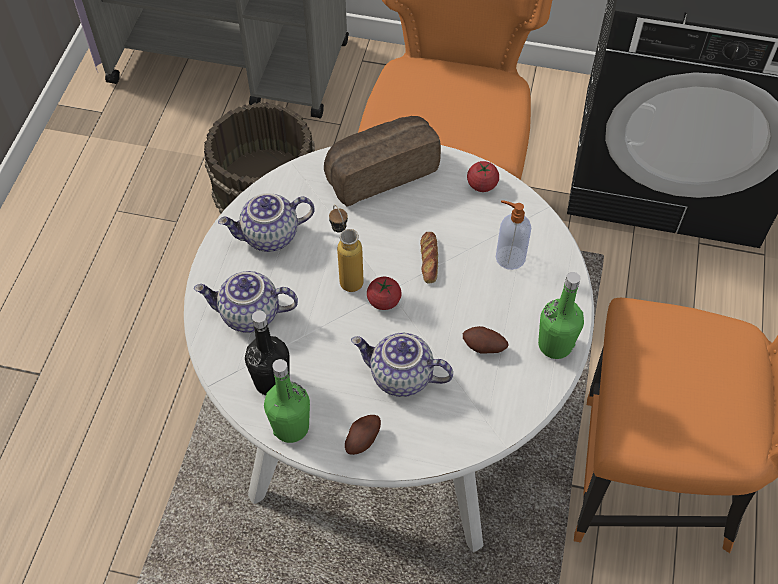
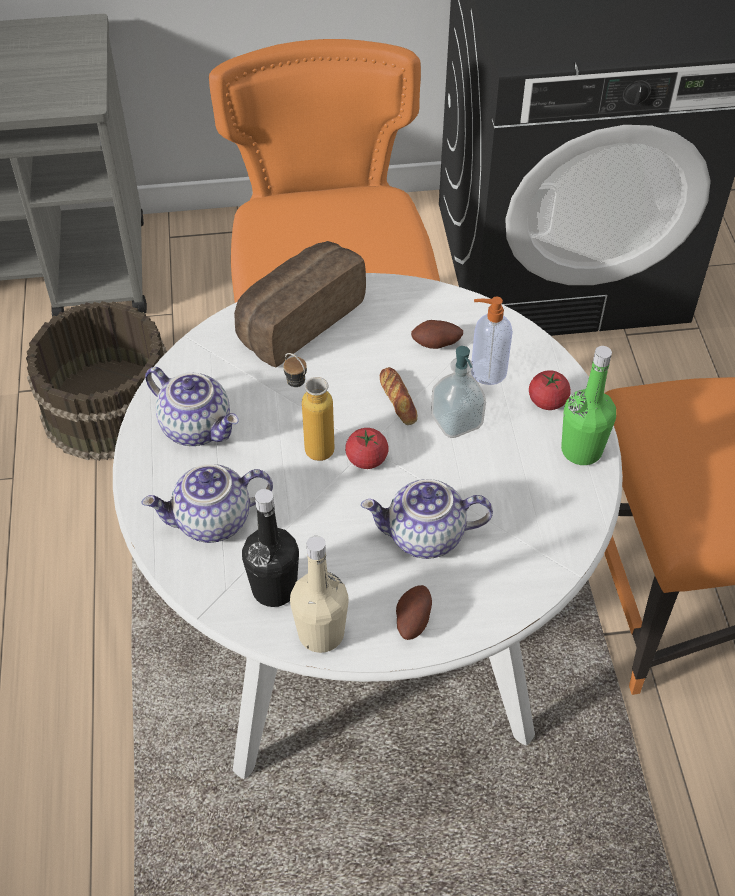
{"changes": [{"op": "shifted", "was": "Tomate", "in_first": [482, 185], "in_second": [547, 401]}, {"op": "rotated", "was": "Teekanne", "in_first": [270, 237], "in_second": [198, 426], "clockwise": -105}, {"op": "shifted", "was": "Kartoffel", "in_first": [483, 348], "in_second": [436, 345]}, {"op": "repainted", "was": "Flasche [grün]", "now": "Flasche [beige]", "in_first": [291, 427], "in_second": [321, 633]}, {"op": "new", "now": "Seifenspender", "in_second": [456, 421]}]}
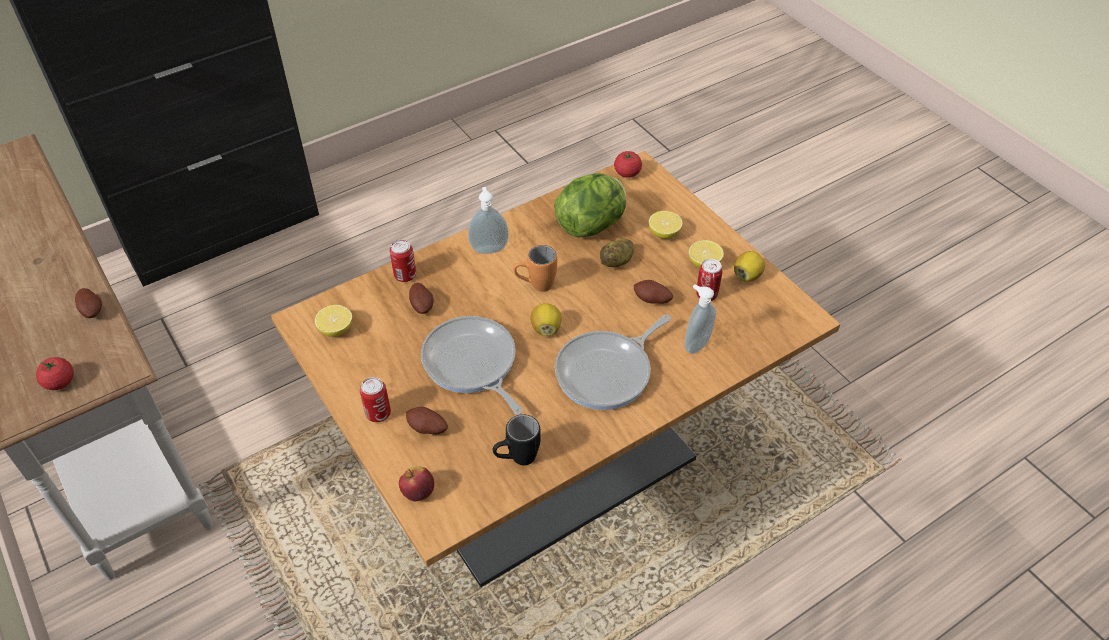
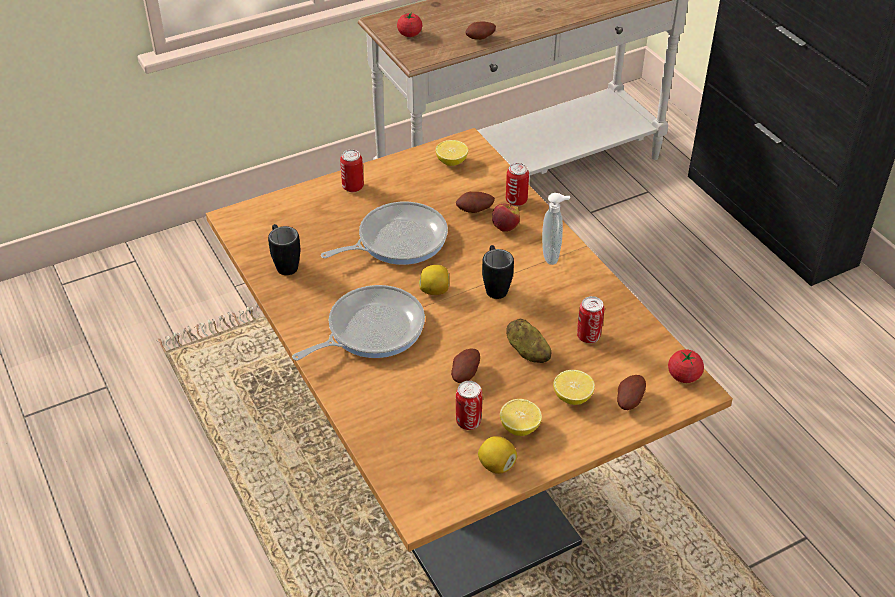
{"changes": [{"op": "swapped", "was": "Salatkopf", "now": "Dose", "in_first": [592, 225], "in_second": [588, 336]}, {"op": "repainted", "was": "Henkelbecher [orange]", "now": "Henkelbecher [schwarz]", "in_first": [535, 286], "in_second": [495, 286]}, {"op": "gone", "was": "Seifenspender", "in_first": [695, 344]}, {"op": "rotated", "was": "Pfanne", "in_first": [607, 372], "in_second": [371, 330], "clockwise": 90}, {"op": "shifted", "was": "Kartoffel", "in_first": [427, 429], "in_second": [628, 400]}, {"op": "shifted", "was": "Apfel", "in_first": [418, 492], "in_second": [505, 227]}]}
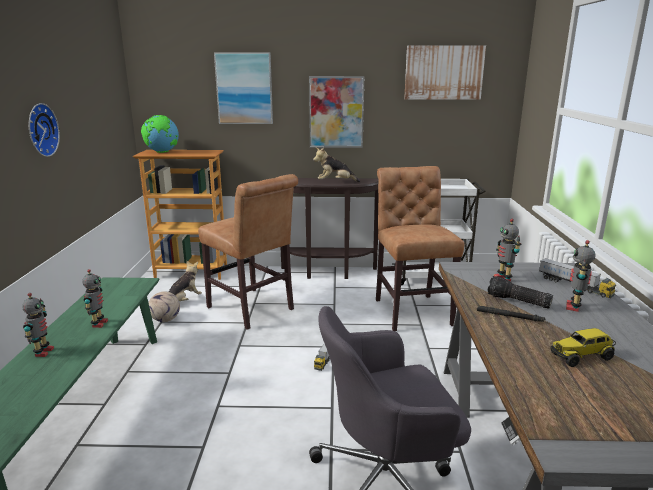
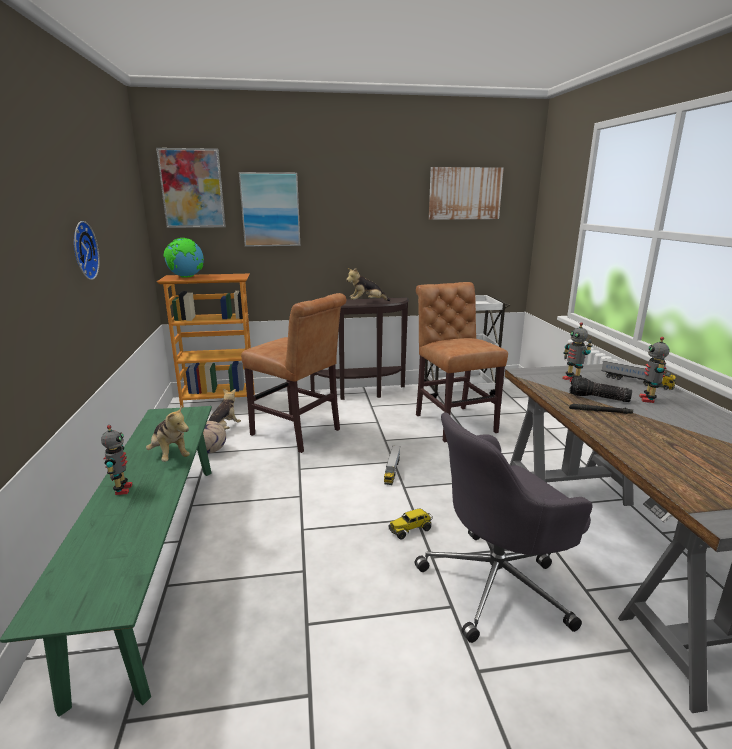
{"changes": [{"op": "shifted", "was": "Bild", "in_first": [336, 112], "in_second": [192, 188]}, {"op": "swapped", "was": "Spielzeugroboter", "now": "Plüschtier", "in_first": [98, 324], "in_second": [170, 455]}, {"op": "shifted", "was": "Spielzeuglaster", "in_first": [581, 356], "in_second": [410, 529]}]}
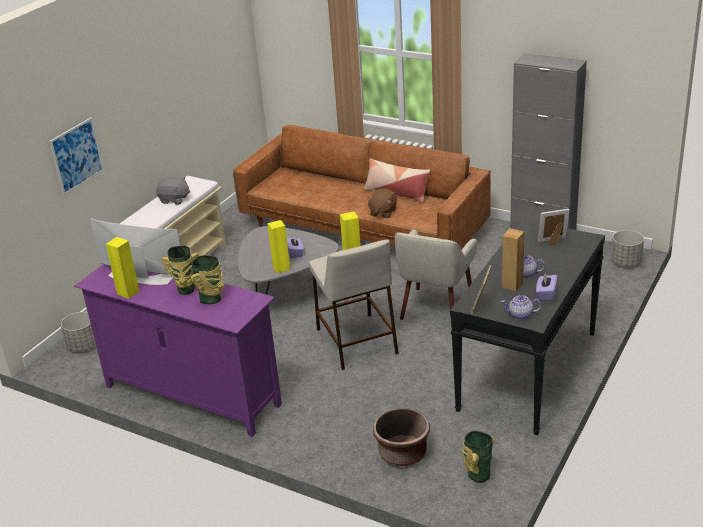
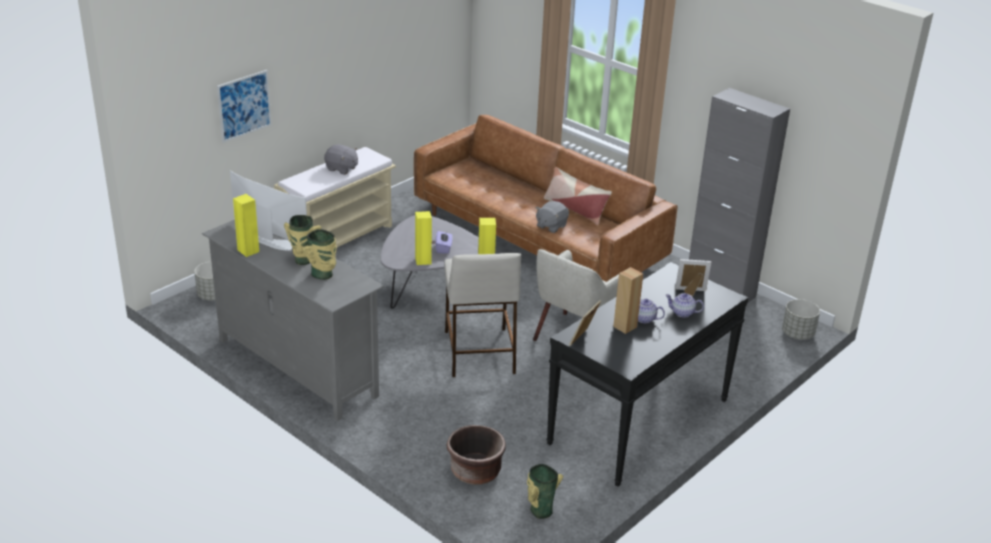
{"changes": [{"op": "repainted", "was": "Plüschtier [braun]", "now": "Plüschtier [grau]", "in_first": [382, 212], "in_second": [551, 226]}, {"op": "repainted", "was": "Fernsehschrank [lila]", "now": "Fernsehschrank [grau]", "in_first": [191, 396], "in_second": [296, 368]}, {"op": "gone", "was": "Taschentuchbox [lila]", "in_first": [546, 294]}, {"op": "shifted", "was": "Teekanne", "in_first": [520, 315], "in_second": [682, 313]}]}
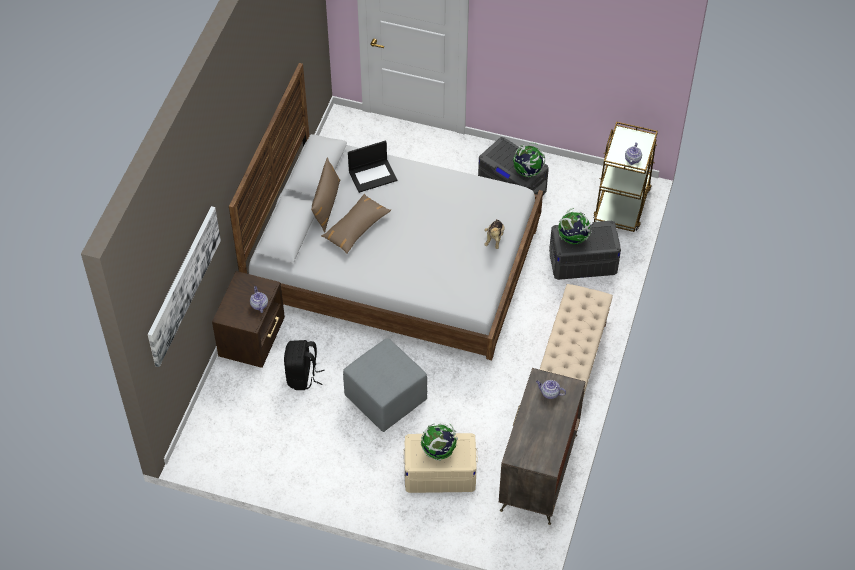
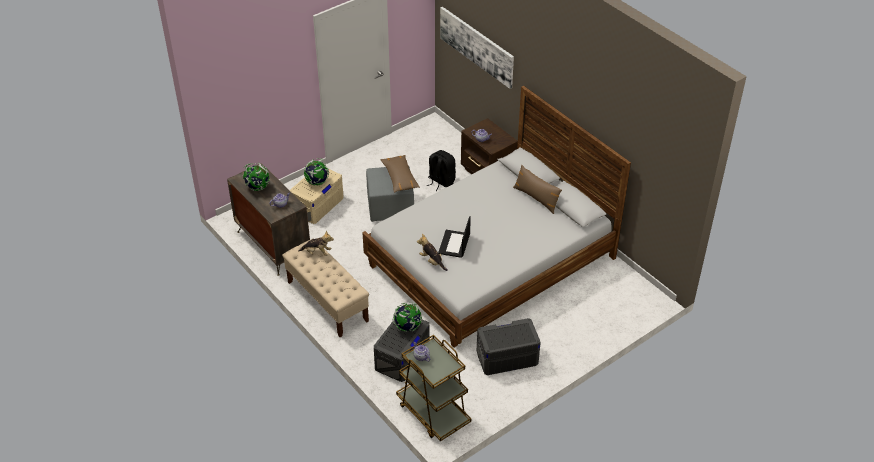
{"changes": [{"op": "shifted", "was": "Laptop", "in_first": [373, 175], "in_second": [454, 244]}, {"op": "shifted", "was": "Globus", "in_first": [527, 171], "in_second": [257, 187]}, {"op": "shifted", "was": "Kissen [braun]", "in_first": [356, 228], "in_second": [400, 178]}, {"op": "new", "now": "Plüschtier", "in_second": [317, 252]}]}
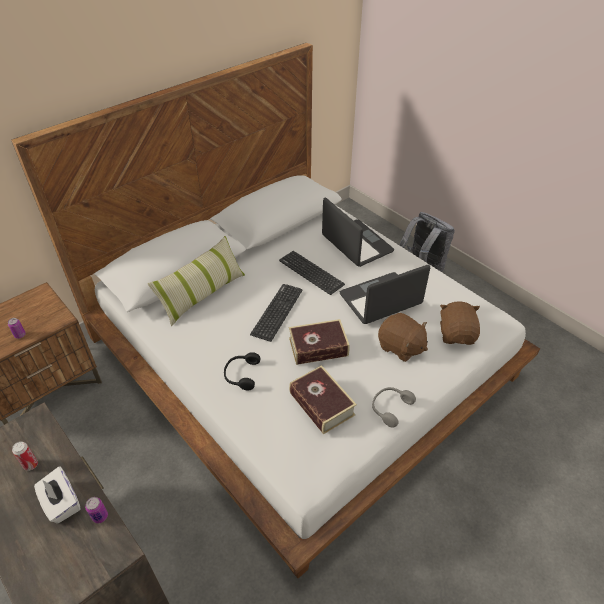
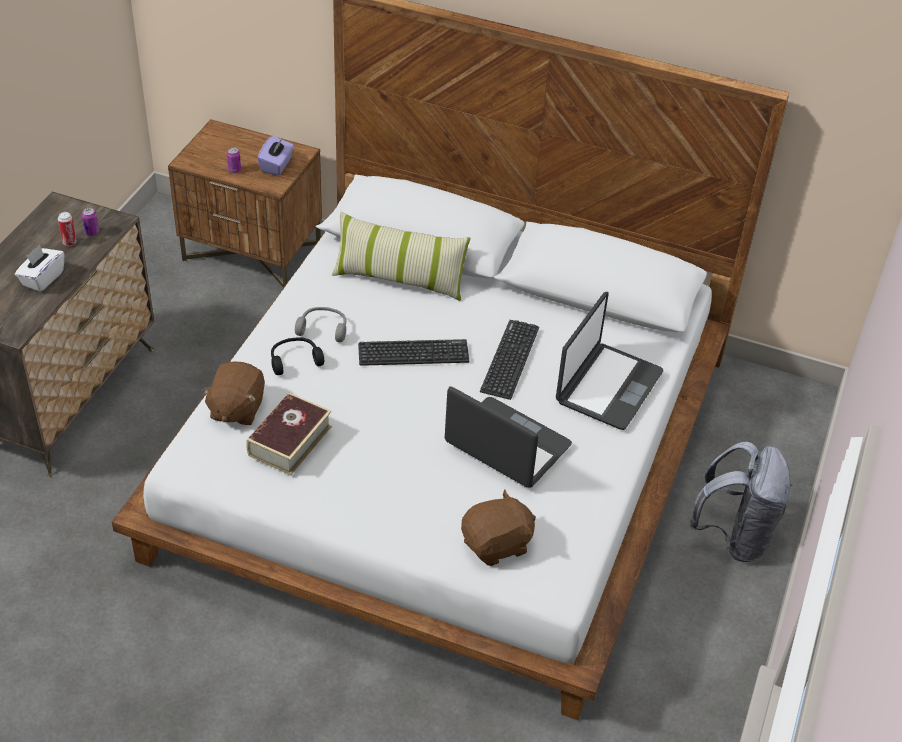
{"changes": [{"op": "shifted", "was": "Plüschtier [braun]", "in_first": [400, 347], "in_second": [236, 409]}, {"op": "gone", "was": "Buch", "in_first": [318, 347]}, {"op": "shifted", "was": "Kopfhörer [grau]", "in_first": [390, 408], "in_second": [323, 328]}, {"op": "shifted", "was": "Dose", "in_first": [100, 516], "in_second": [92, 232]}, {"op": "new", "now": "Taschentuchbox [lila]", "in_second": [276, 165]}]}
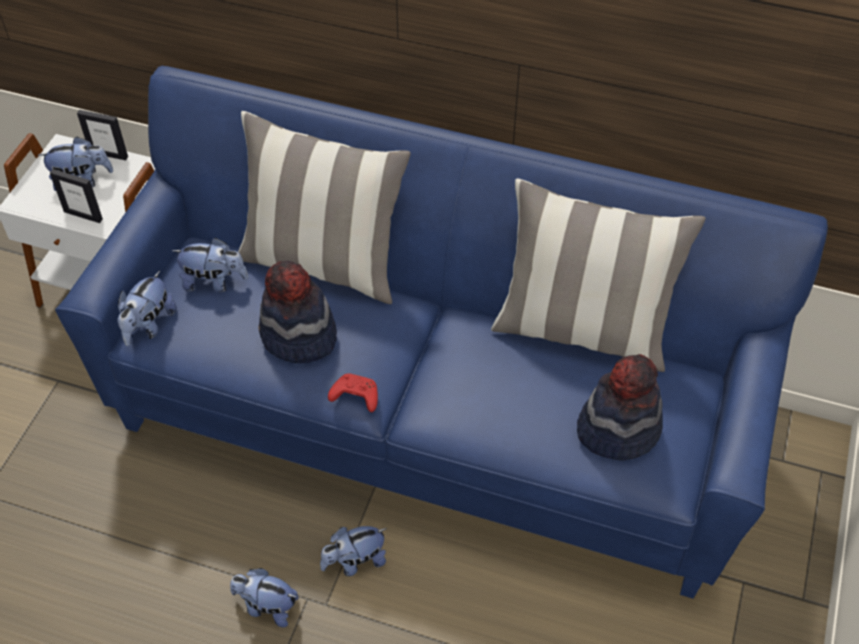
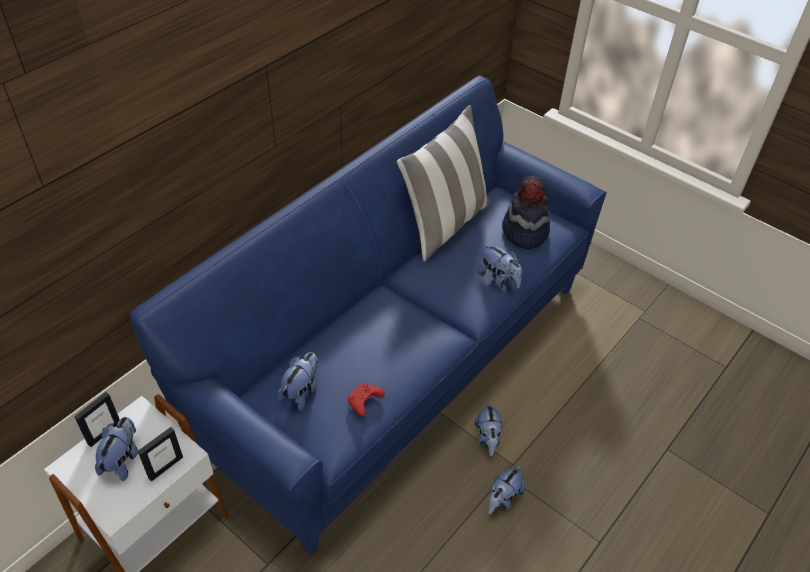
{"changes": [{"op": "gone", "was": "Kissen", "in_first": [324, 263]}, {"op": "gone", "was": "Hut", "in_first": [298, 336]}, {"op": "shifted", "was": "Plüschtier", "in_first": [149, 325], "in_second": [498, 279]}, {"op": "shifted", "was": "Gamepad [rot]", "in_first": [354, 397], "in_second": [364, 402]}]}
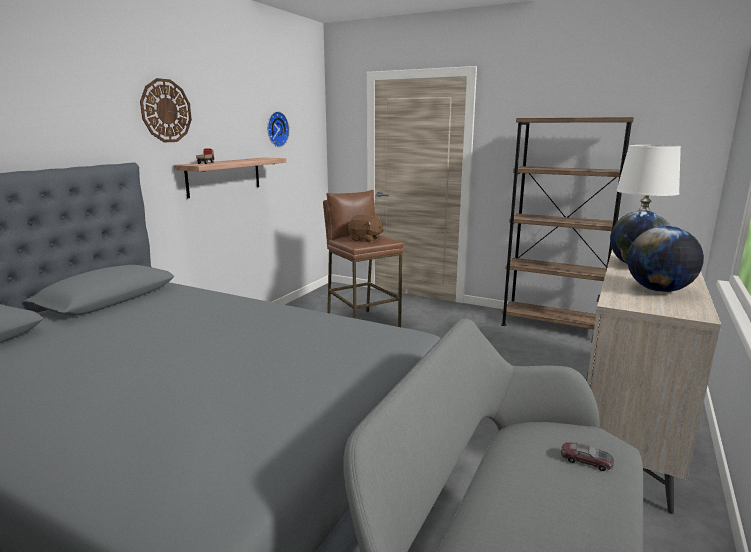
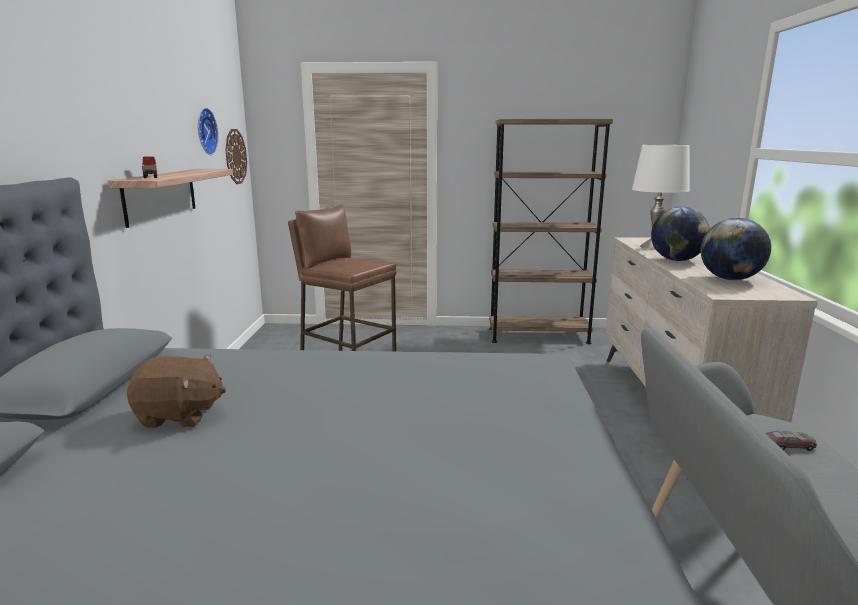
{"changes": [{"op": "shifted", "was": "Wanduhr", "in_first": [166, 111], "in_second": [235, 156]}, {"op": "shifted", "was": "Plüschtier [braun]", "in_first": [365, 239], "in_second": [180, 415]}]}
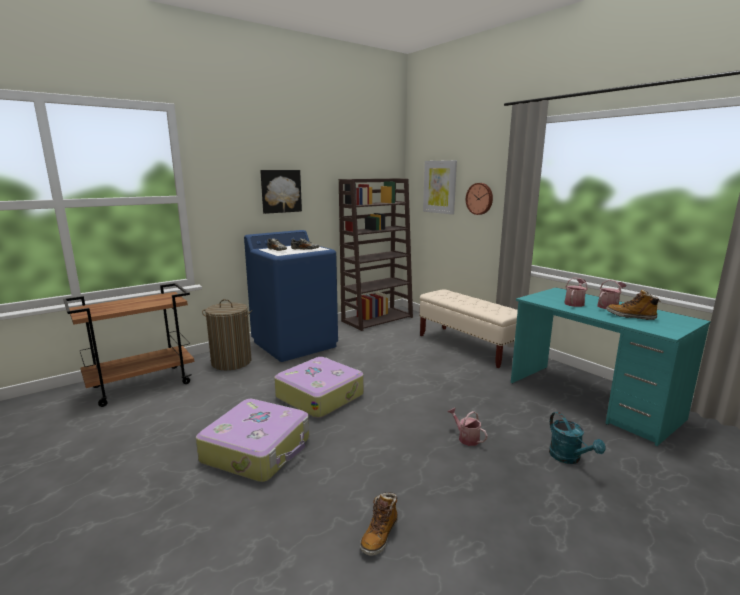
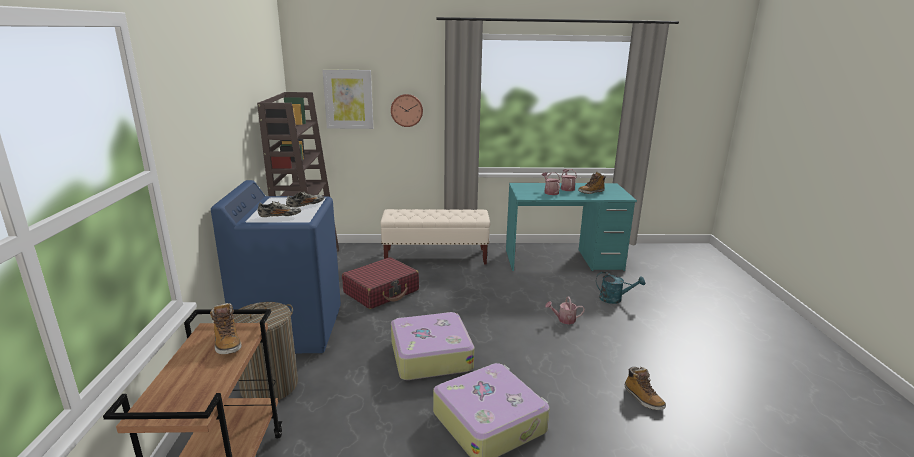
{"changes": [{"op": "gone", "was": "Bild", "in_first": [280, 191]}, {"op": "new", "now": "Koffer [rot]", "in_second": [381, 291]}, {"op": "new", "now": "Stiefel", "in_second": [227, 343]}]}
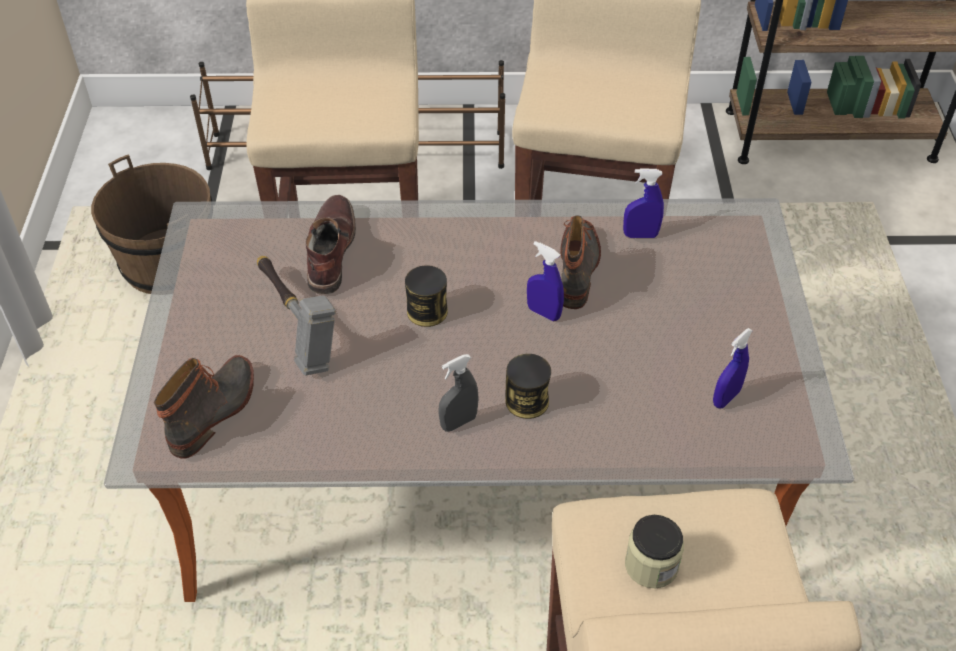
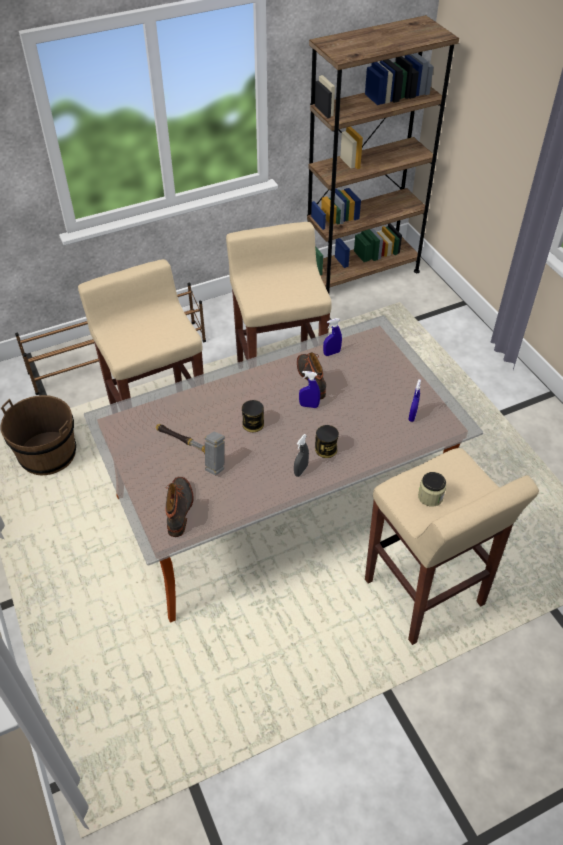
{"changes": [{"op": "gone", "was": "Stiefel [braun]", "in_first": [329, 251]}]}
